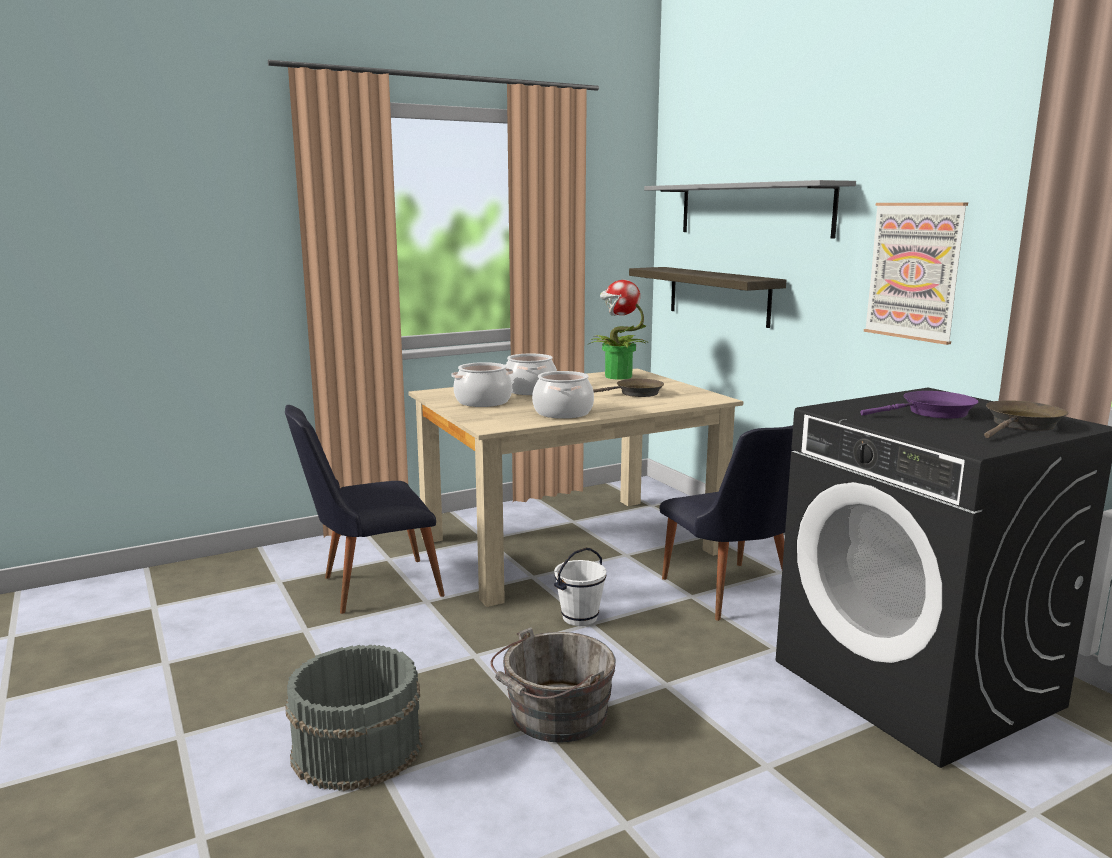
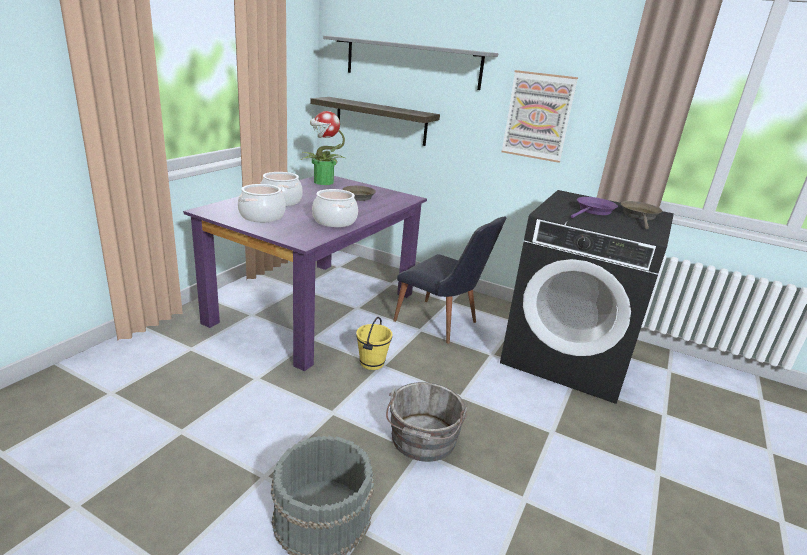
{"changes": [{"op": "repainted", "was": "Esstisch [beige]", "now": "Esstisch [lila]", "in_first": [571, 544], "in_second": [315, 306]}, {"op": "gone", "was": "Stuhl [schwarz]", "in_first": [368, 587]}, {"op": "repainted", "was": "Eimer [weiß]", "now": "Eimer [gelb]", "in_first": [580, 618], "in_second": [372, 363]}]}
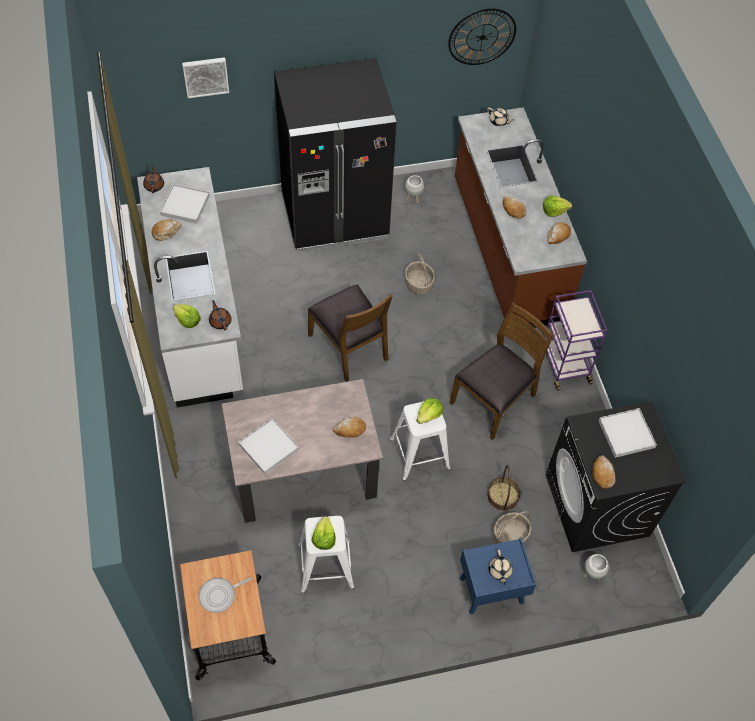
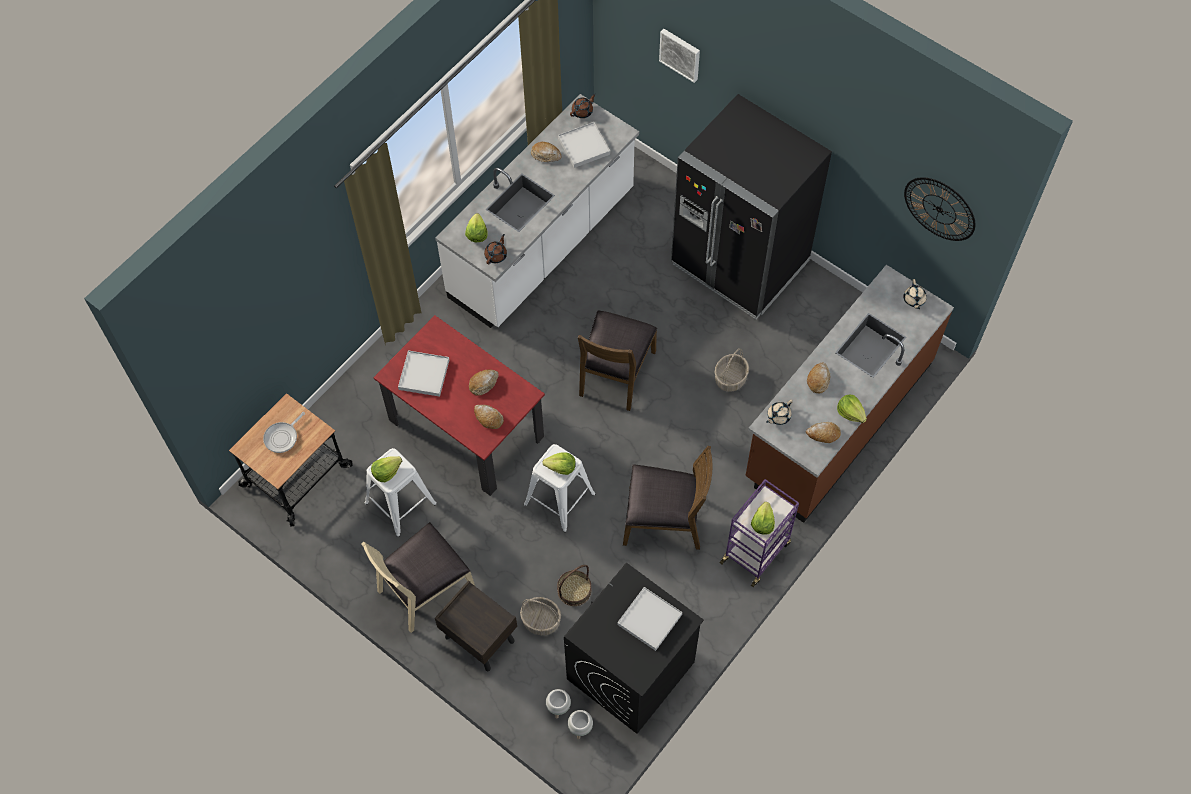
{"changes": [{"op": "shifted", "was": "Pflanzkübel [weiß]", "in_first": [413, 198], "in_second": [580, 730]}, {"op": "repainted", "was": "Esstisch [beige]", "now": "Esstisch [rot]", "in_first": [303, 474], "in_second": [466, 429]}, {"op": "shifted", "was": "Brot", "in_first": [602, 474], "in_second": [483, 383]}, {"op": "repainted", "was": "Nachttisch [blau]", "now": "Nachttisch [braun]", "in_first": [490, 590], "in_second": [479, 639]}, {"op": "shifted", "was": "Teekanne [beige]", "in_first": [499, 571], "in_second": [778, 416]}, {"op": "rotated", "was": "Pfanne", "in_first": [220, 595], "in_second": [282, 437], "clockwise": -75}, {"op": "new", "now": "Salatkopf", "in_second": [762, 523]}, {"op": "new", "now": "Stuhl [beige]", "in_second": [425, 589]}]}
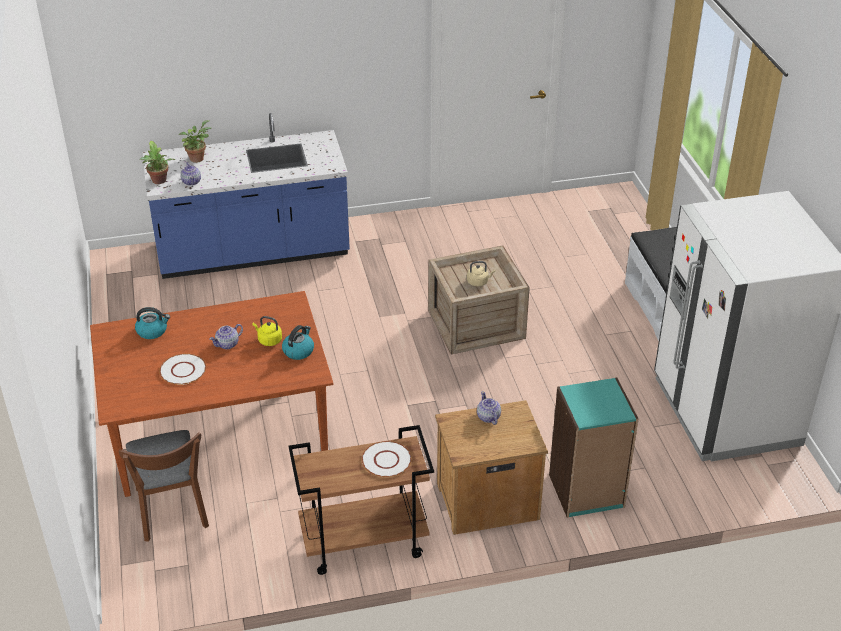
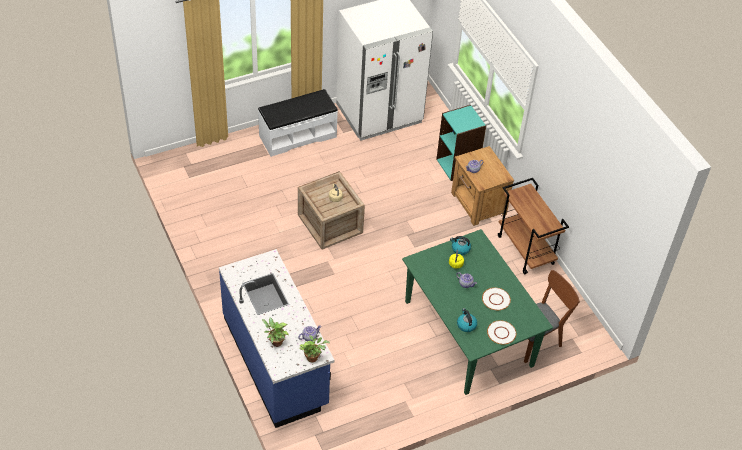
{"changes": [{"op": "repainted", "was": "Esstisch [braun]", "now": "Esstisch [grün]", "in_first": [219, 435], "in_second": [469, 333]}, {"op": "shifted", "was": "Teller [weiß]", "in_first": [386, 460], "in_second": [501, 333]}]}
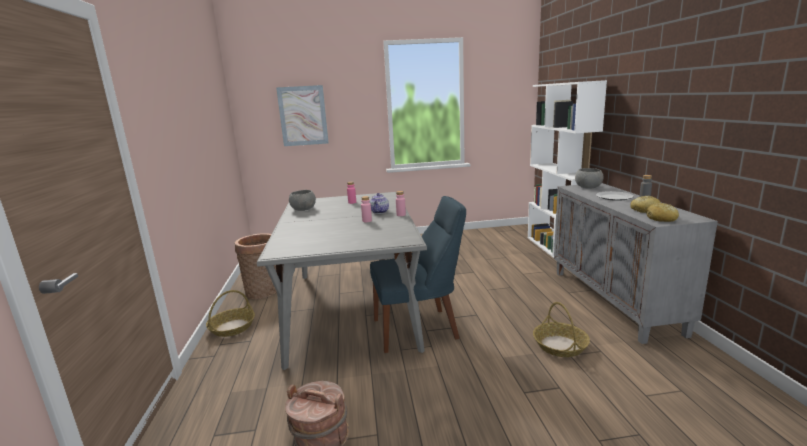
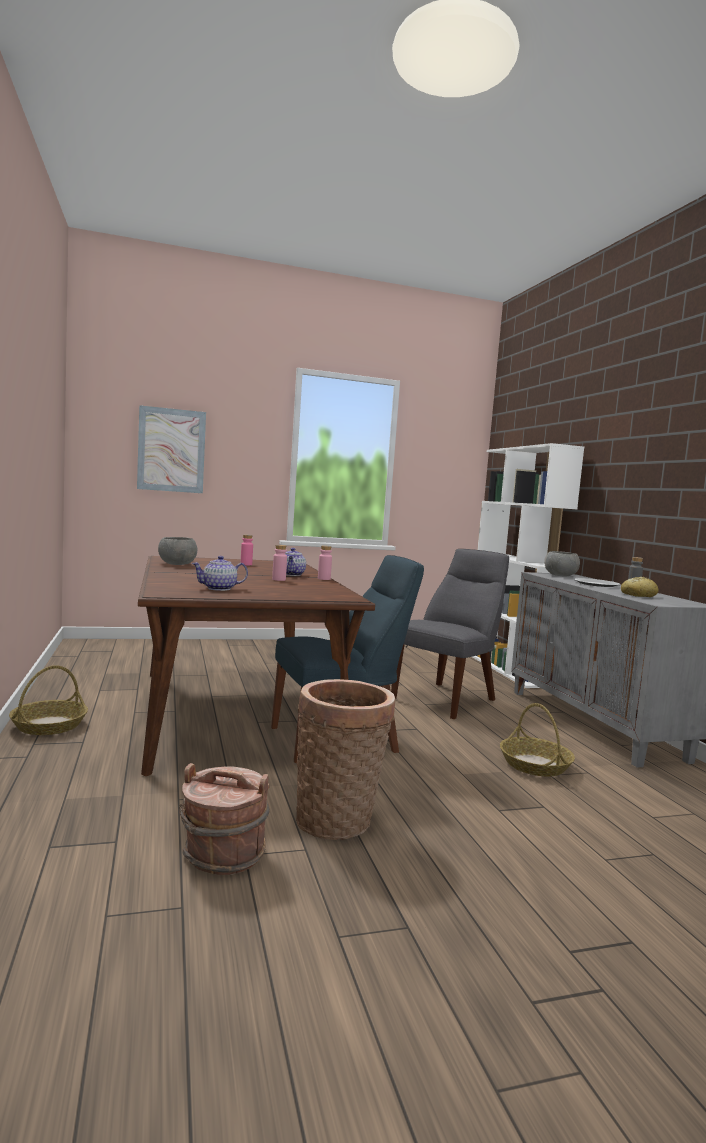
{"changes": [{"op": "repainted", "was": "Esstisch [grau]", "now": "Esstisch [braun]", "in_first": [353, 308], "in_second": [236, 713]}, {"op": "gone", "was": "Brot", "in_first": [661, 219]}, {"op": "shifted", "was": "Korb", "in_first": [264, 292], "in_second": [338, 819]}, {"op": "new", "now": "Stuhl [grau]", "in_second": [447, 699]}, {"op": "new", "now": "Teekanne", "in_second": [219, 588]}]}
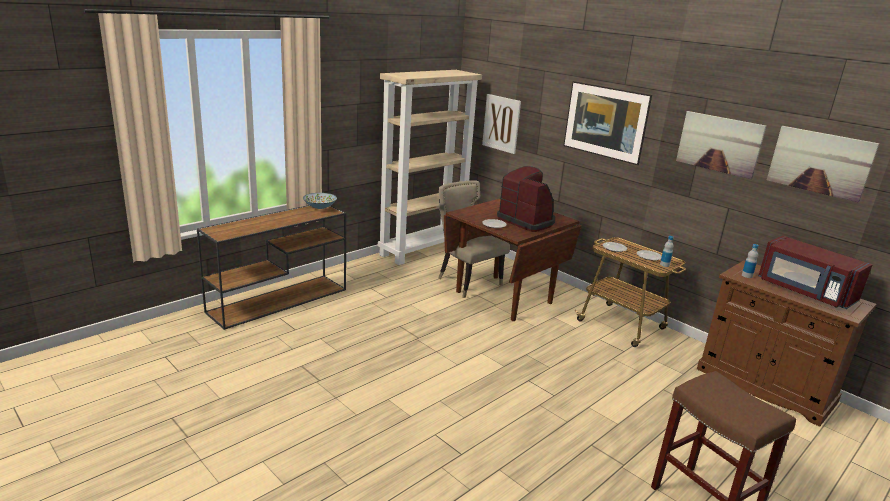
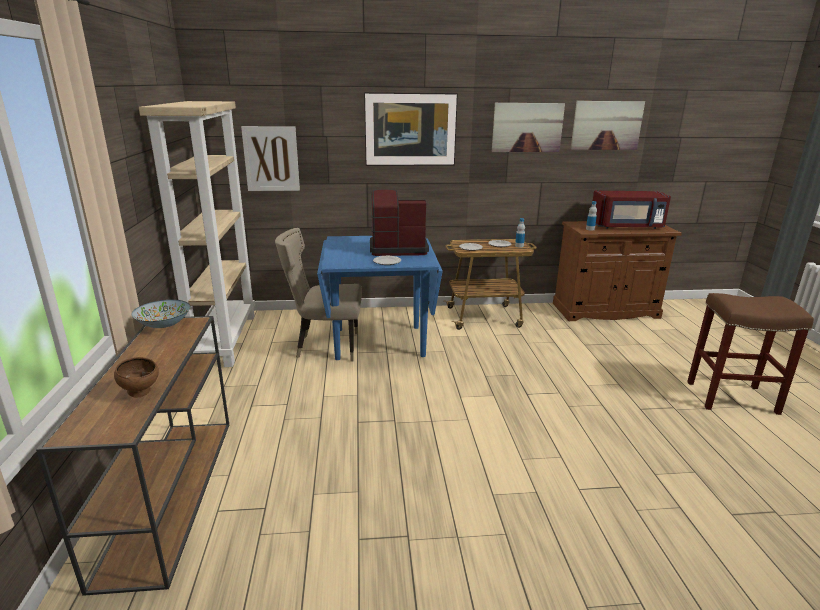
{"changes": [{"op": "repainted", "was": "Esstisch [braun]", "now": "Esstisch [blau]", "in_first": [503, 297], "in_second": [379, 342]}, {"op": "new", "now": "Schüssel [braun]", "in_second": [141, 393]}]}
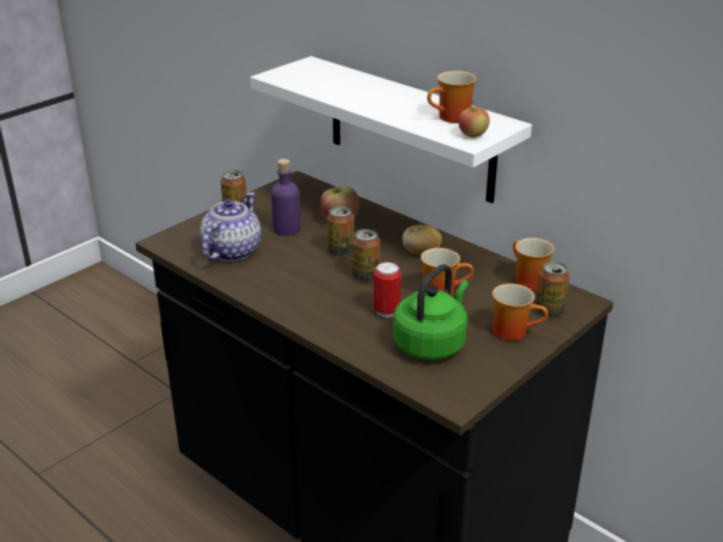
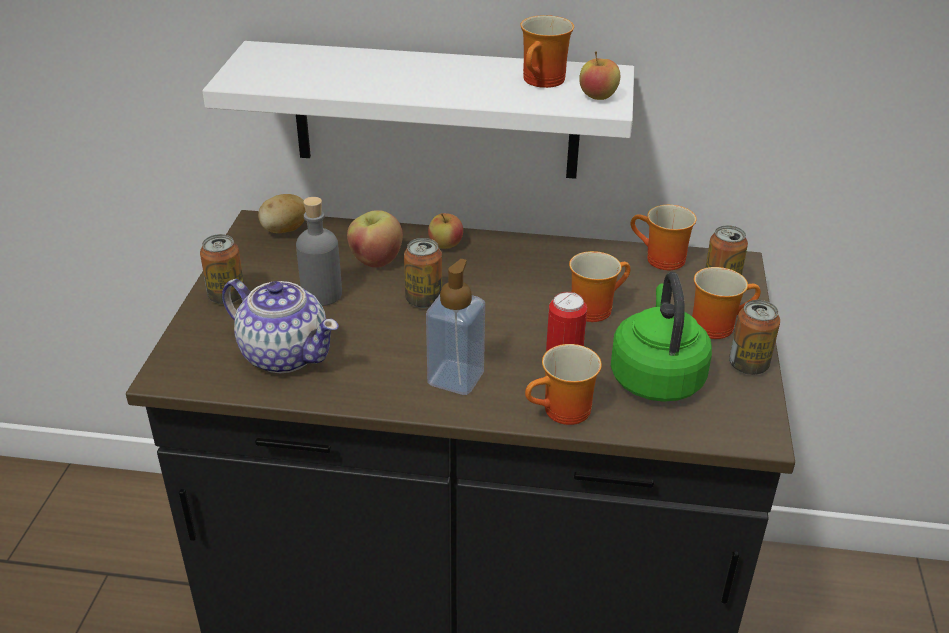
{"changes": [{"op": "repainted", "was": "Flasche [lila]", "now": "Flasche [grau]", "in_first": [287, 229], "in_second": [322, 294]}, {"op": "rotated", "was": "Teekanne", "in_first": [231, 252], "in_second": [284, 353], "clockwise": 135}, {"op": "shifted", "was": "Kartoffel", "in_first": [421, 253], "in_second": [284, 230]}, {"op": "shifted", "was": "Dose", "in_first": [366, 276], "in_second": [748, 365]}, {"op": "new", "now": "Apfel", "in_second": [446, 245]}, {"op": "new", "now": "Seifenspender", "in_second": [455, 378]}, {"op": "new", "now": "Henkelbecher", "in_second": [564, 413]}]}
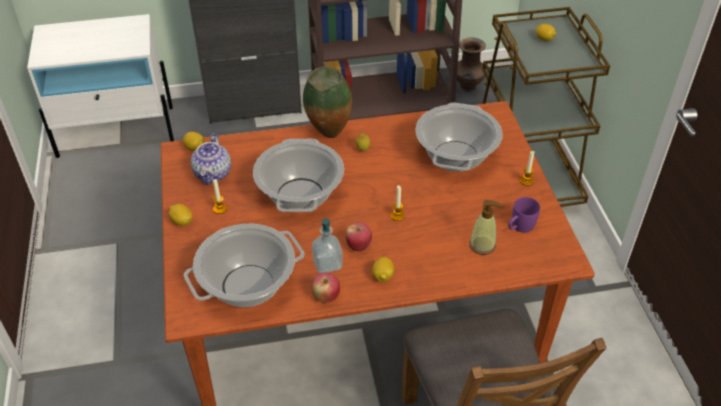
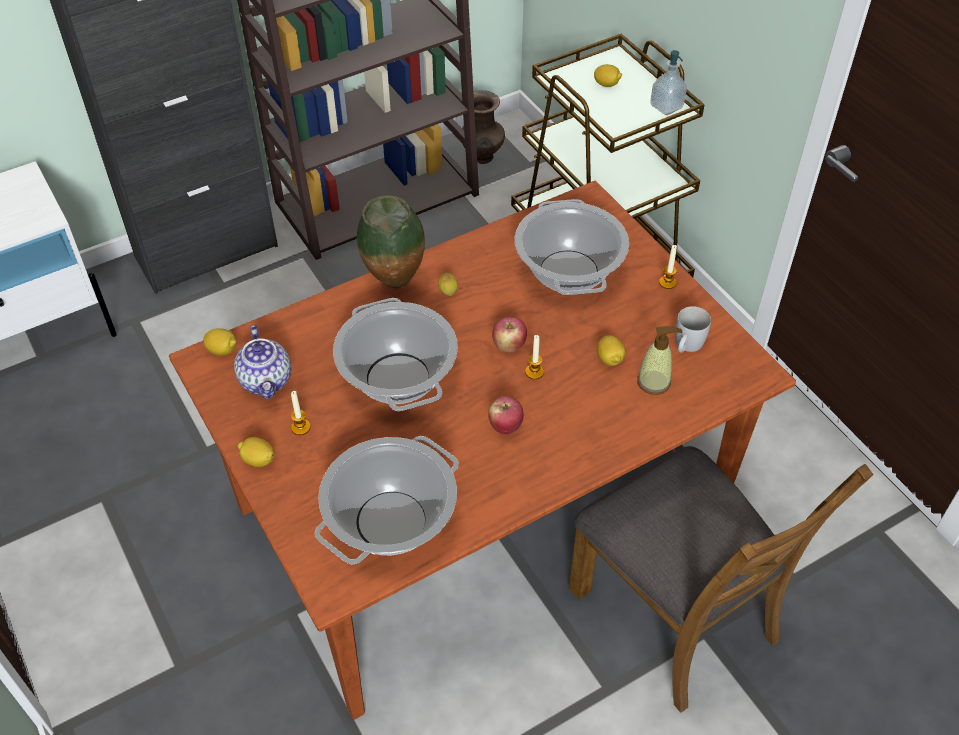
{"changes": [{"op": "repainted", "was": "Henkelbecher [lila]", "now": "Henkelbecher [weiß]", "in_first": [519, 227], "in_second": [686, 346]}, {"op": "shifted", "was": "Seifenspender", "in_first": [327, 264], "in_second": [666, 107]}, {"op": "shifted", "was": "Zitrone", "in_first": [382, 276], "in_second": [609, 359]}, {"op": "shifted", "was": "Apfel", "in_first": [326, 297], "in_second": [509, 346]}]}
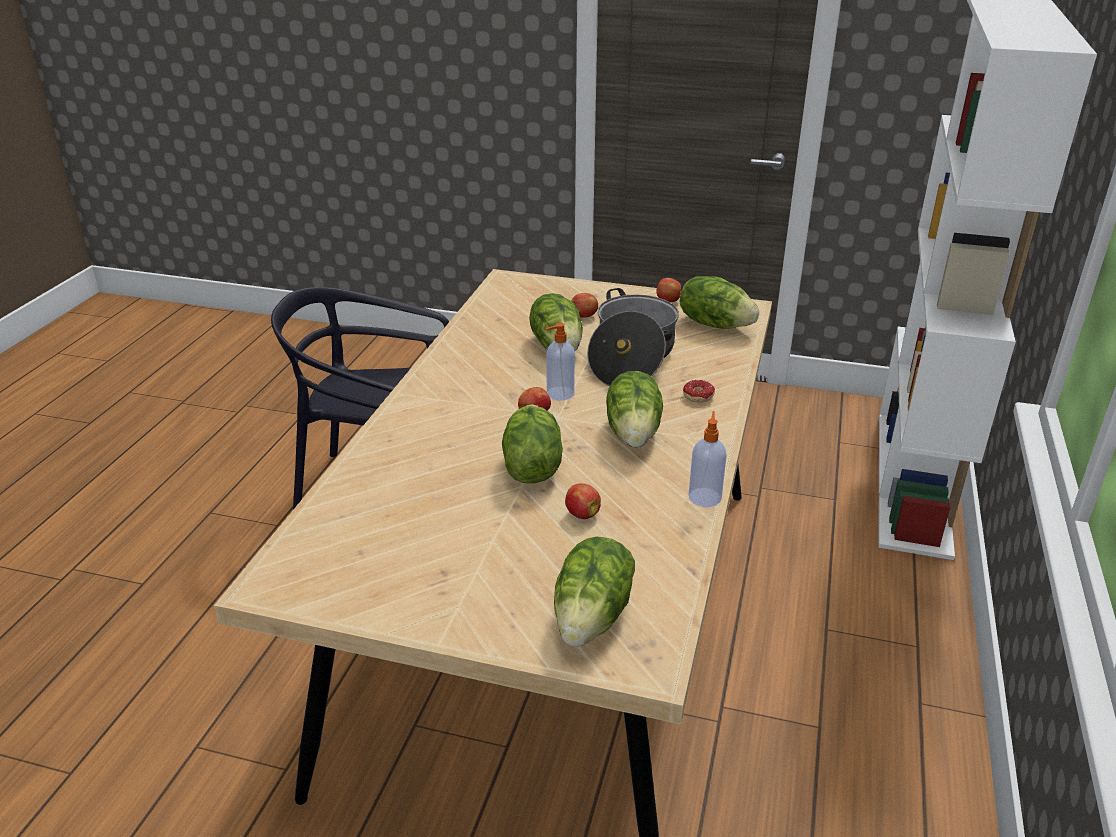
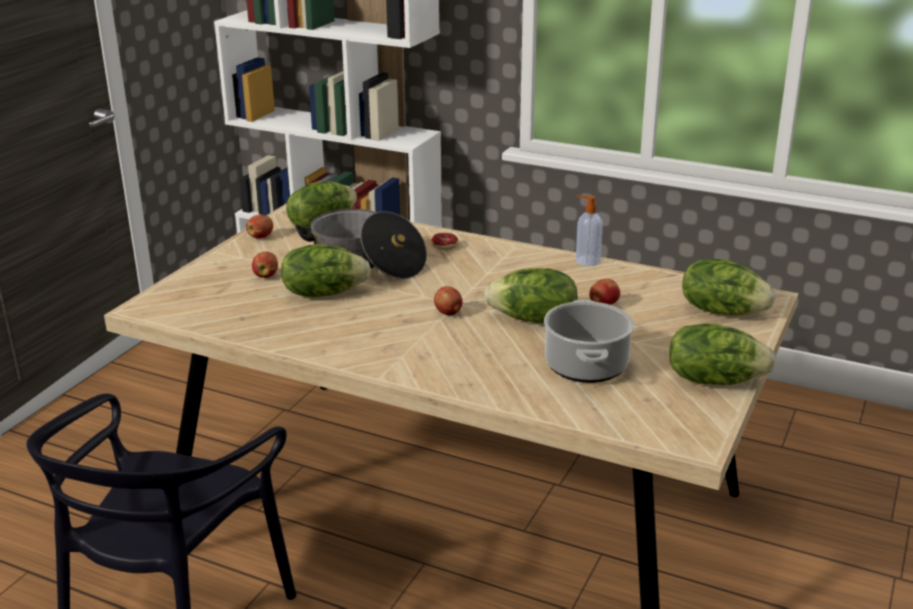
{"changes": [{"op": "gone", "was": "Seifenspender", "in_first": [559, 394]}, {"op": "shifted", "was": "Salatkopf", "in_first": [634, 433], "in_second": [714, 379]}, {"op": "new", "now": "Kochtopf", "in_second": [585, 365]}]}
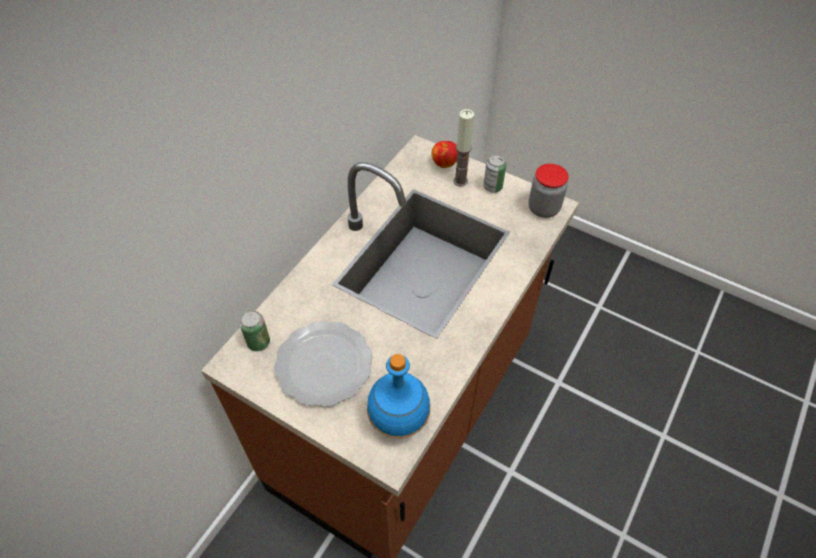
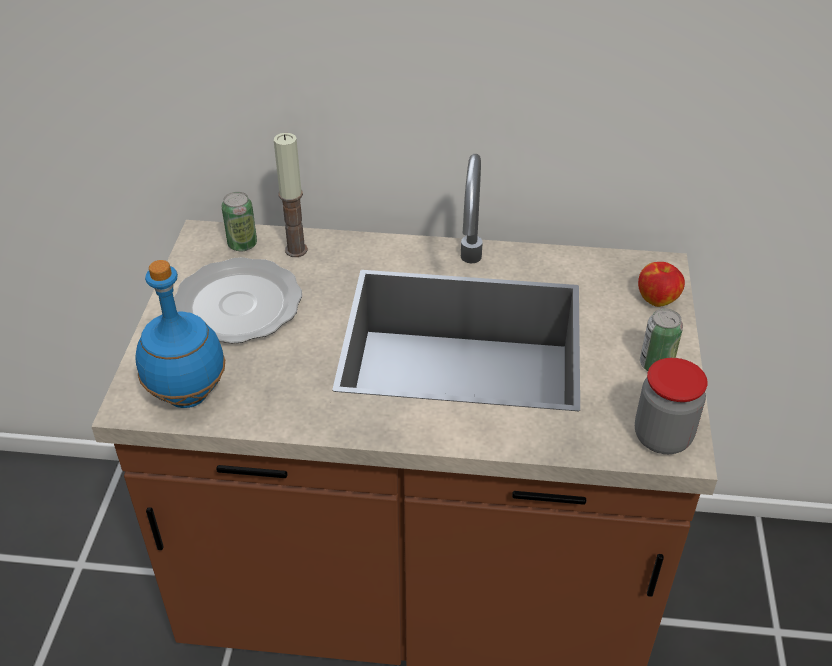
{"changes": [{"op": "shifted", "was": "Kerze", "in_first": [460, 181], "in_second": [296, 250]}]}
